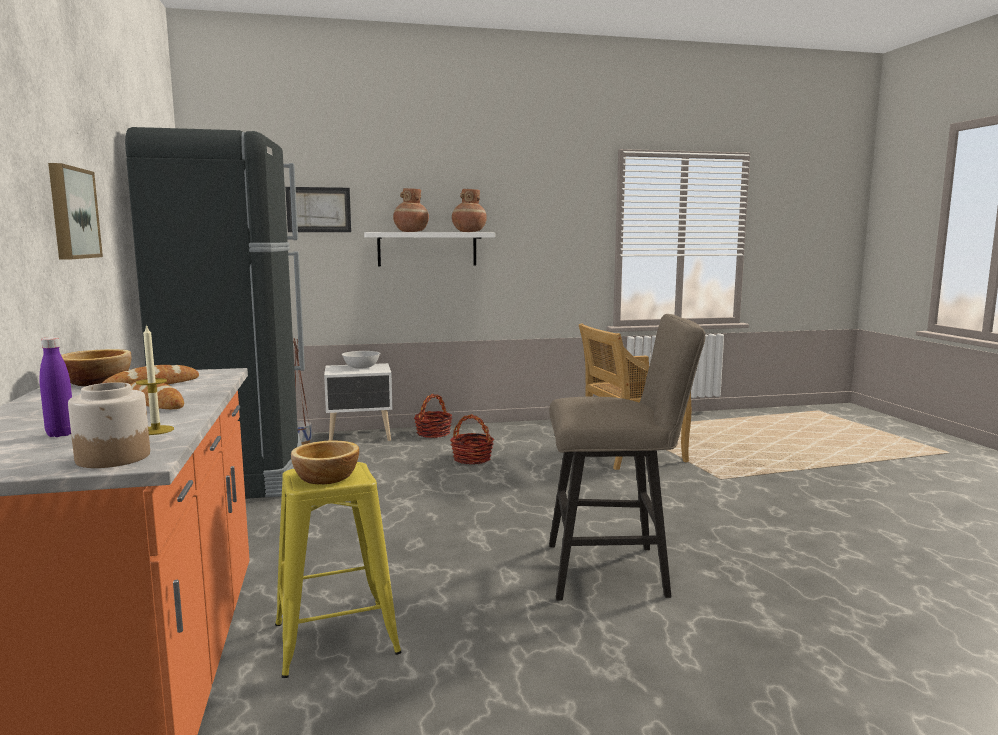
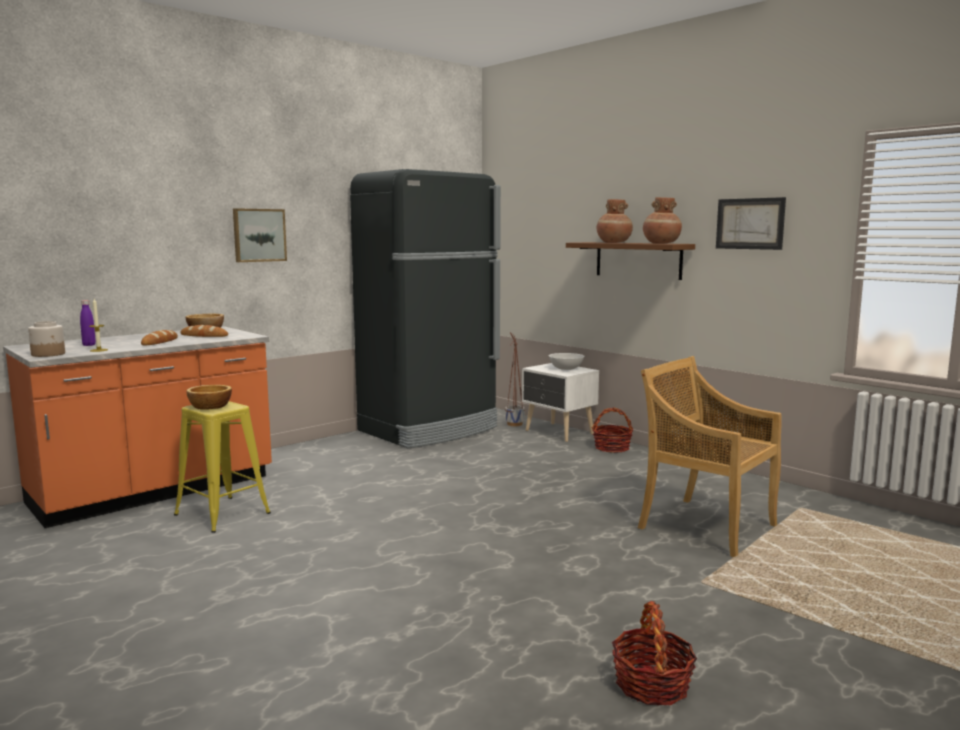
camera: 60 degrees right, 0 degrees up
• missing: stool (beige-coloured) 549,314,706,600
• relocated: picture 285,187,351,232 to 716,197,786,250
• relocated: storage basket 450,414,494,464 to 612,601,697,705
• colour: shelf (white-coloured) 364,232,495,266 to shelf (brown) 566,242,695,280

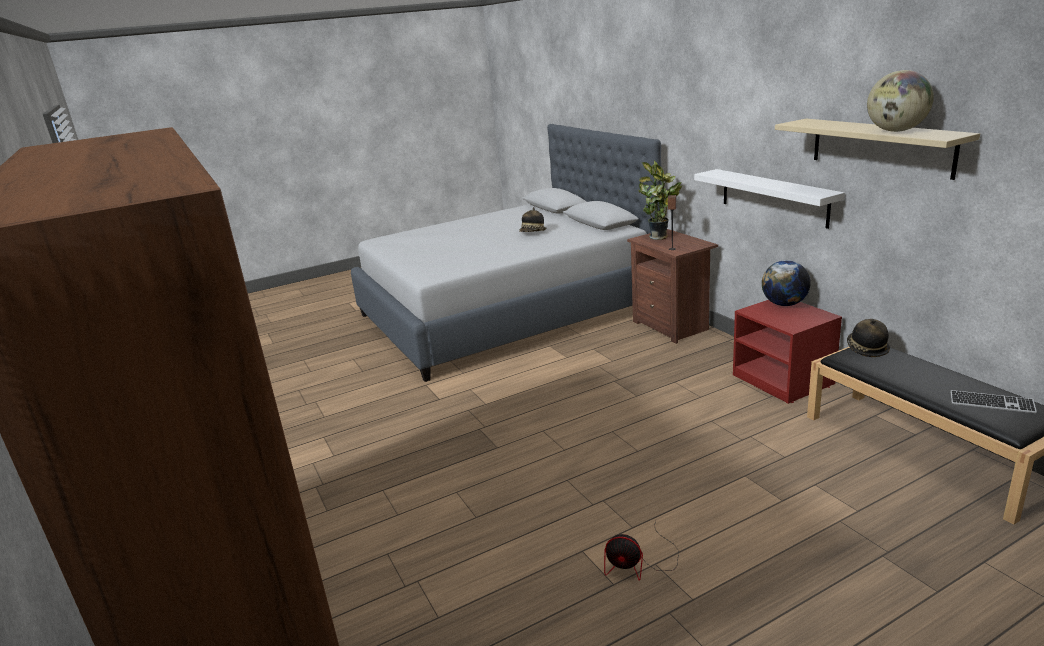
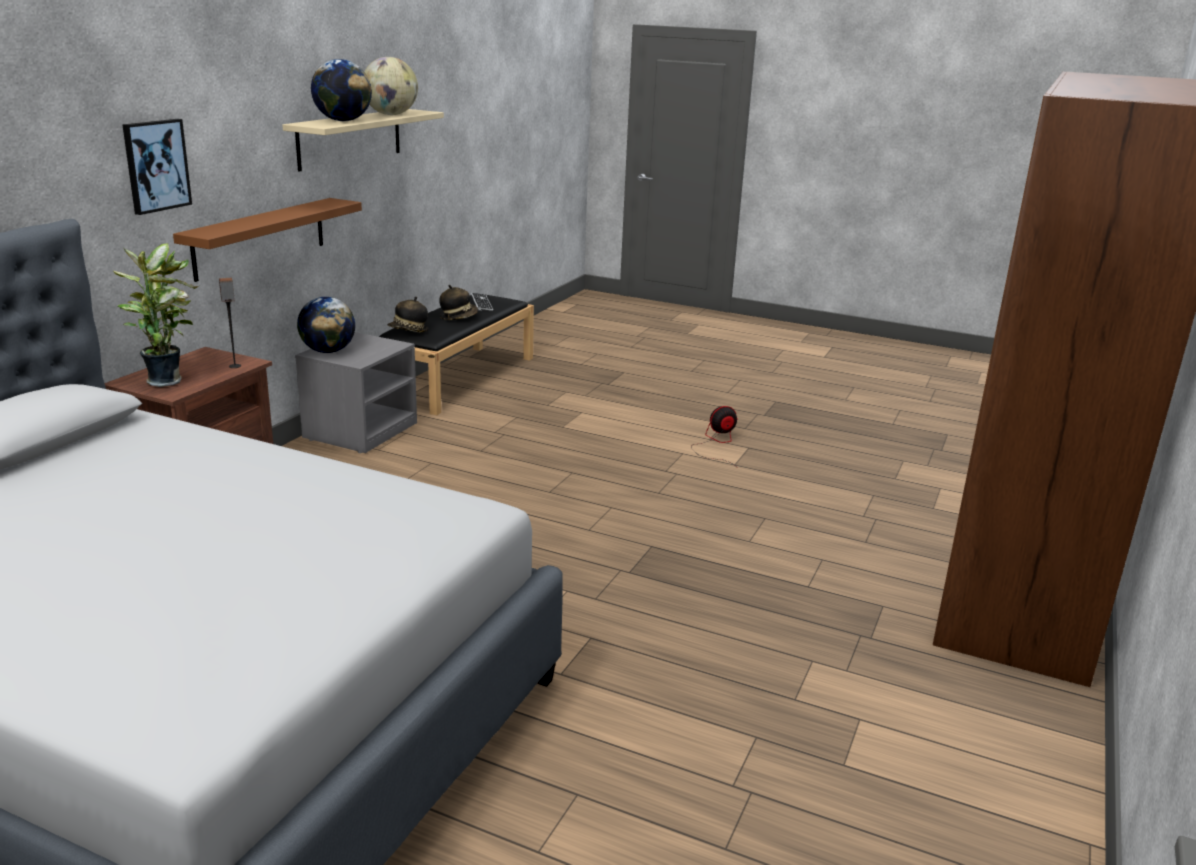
camera: 130 degrees left, 0 degrees up
• appeared: picture 122,119,192,215
• appeared: globe 311,59,372,121
• relocated: hat 519,207,547,232 to 439,285,478,320
• colour: shelf (white-coloured) 694,169,845,229 to shelf (brown) 173,198,362,282
• colour: bedside table (red) 733,300,842,404 to bedside table (gray) 295,332,417,453
• spun: cooling fan 604,520,679,581 = 691,406,738,465 90 degrees counterclockwise

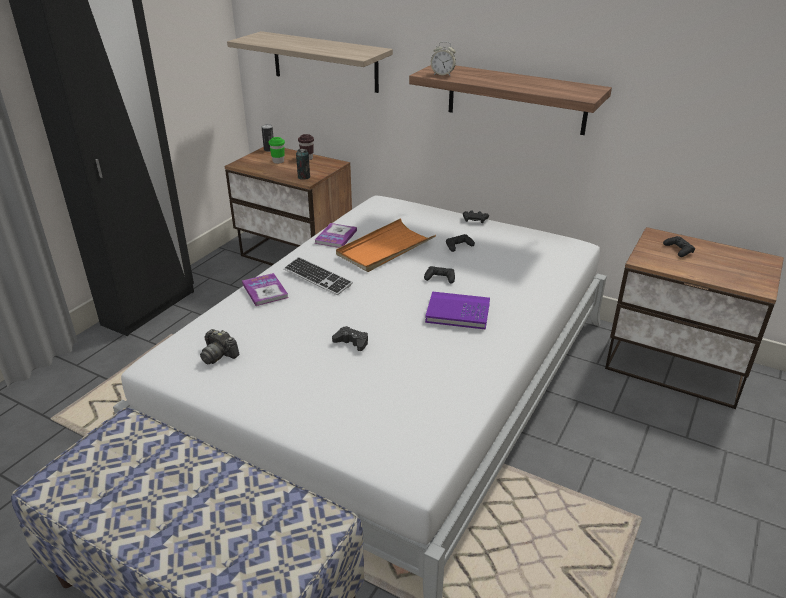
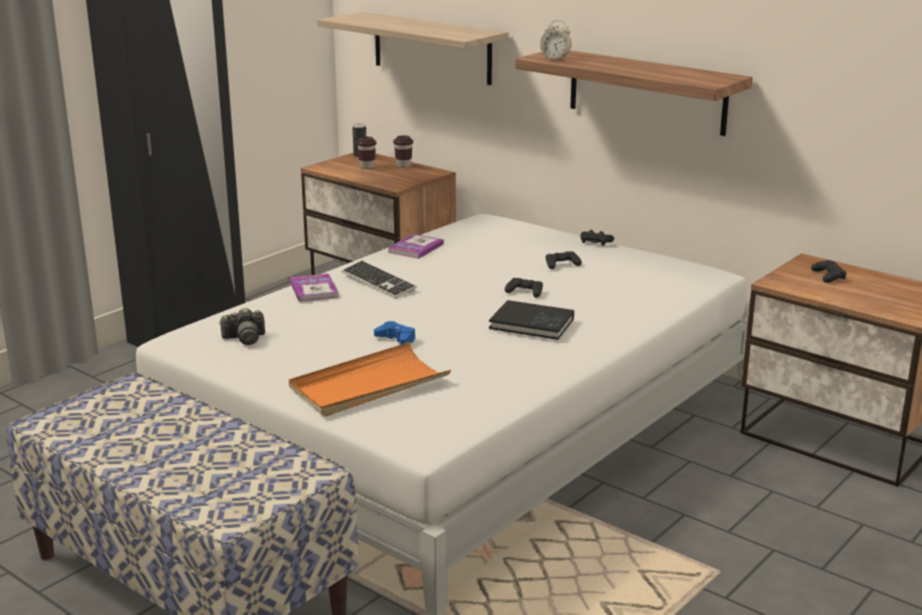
camera: 10 degrees right, 10 degrees down
• missing: sealed can 296,149,310,180
• relocated: serving tray (orange) 336,218,436,272 to 289,342,451,417
• colour: cup (green-coloured) 269,137,285,164 to cup (brown) 356,137,376,169
• colour: gamepad (black) 332,326,368,351 to gamepad (bluish) 374,321,416,345
• colour: bound book (purplish) 425,291,490,330 to bound book (black) 489,300,574,340
• spun: photo camera 200,329,240,364 = 219,308,265,345 60 degrees counterclockwise

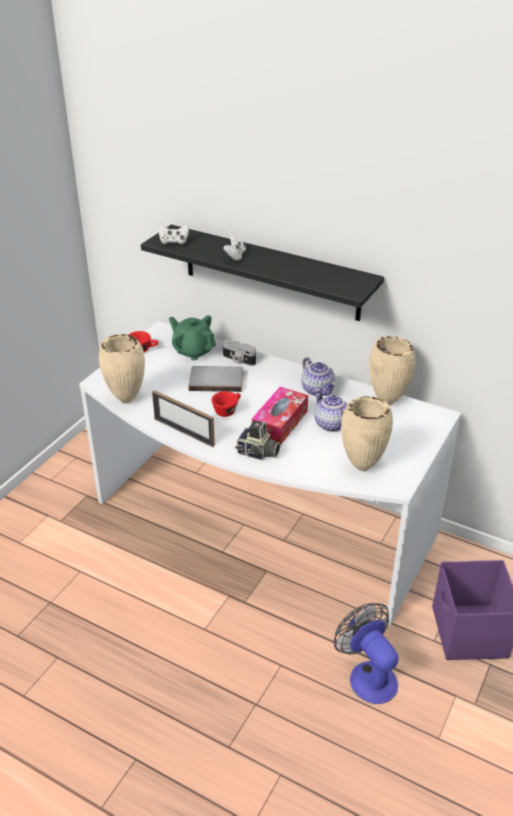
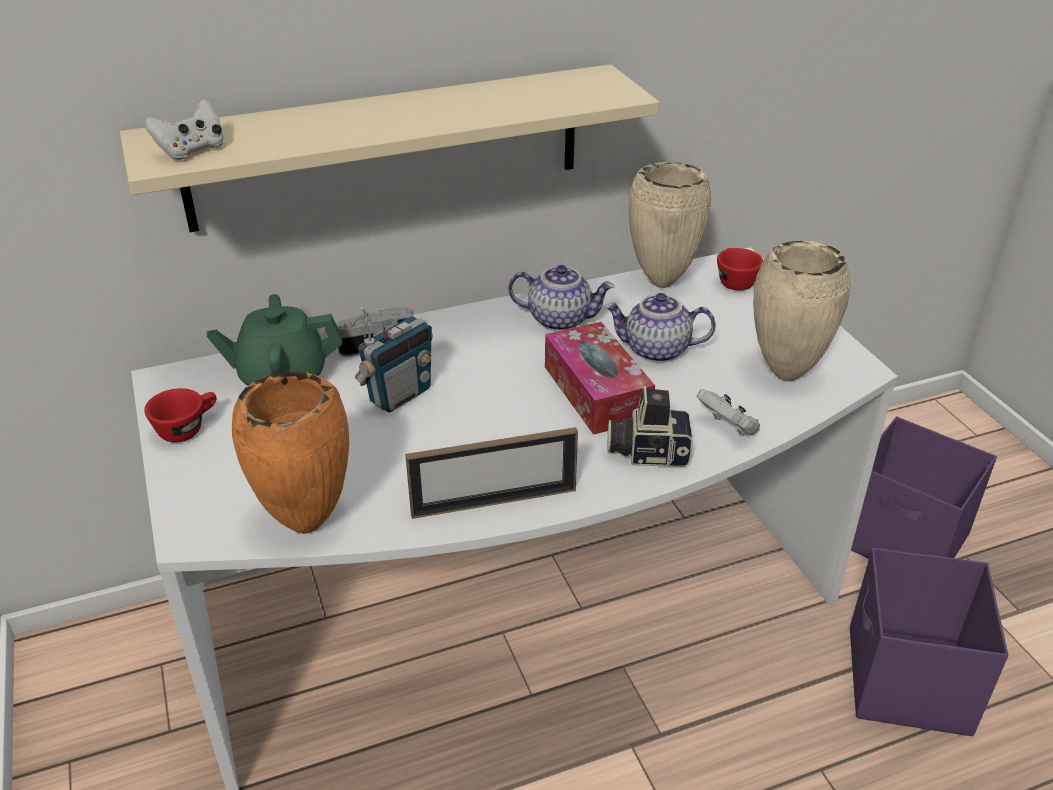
camera: 50 degrees left, 0 degrees up
• relocated: cup (red) 212,391,241,417 to 717,248,763,290
• relocated: gamepad (white-coloured) 223,233,247,261 to 697,389,760,436
• exchanged: bound book (gray) 188,366,243,392 to radio receiver 355,307,433,413
• exchanged: cooling fan 334,603,398,704 to storage container (purplish) 850,547,1008,736
• colour: vase (beige-coloured) 99,334,145,404 to vase (orange) 232,371,349,534
• colour: shelf (black) 141,225,384,321 to shelf (beige-coloured) 120,64,660,232
• spun: photo camera 235,420,280,461 = 608,386,693,467 150 degrees counterclockwise

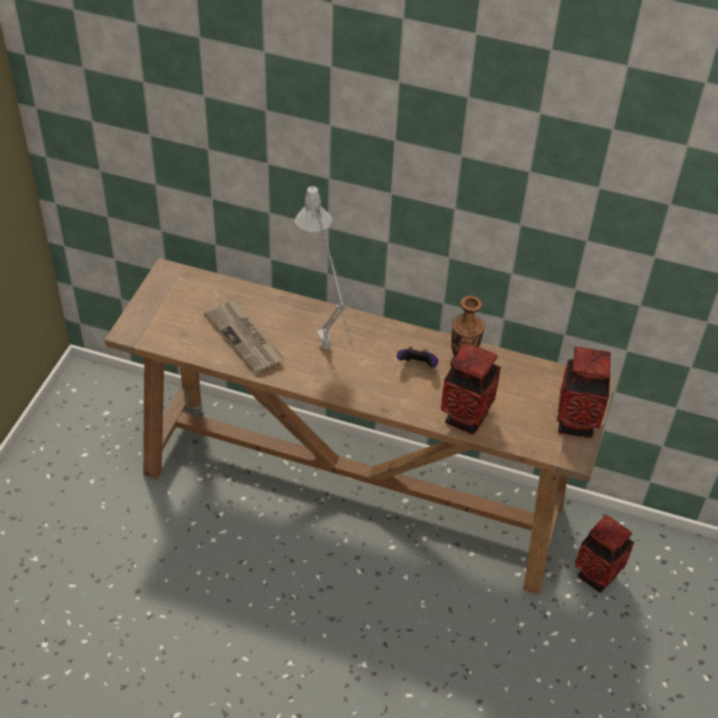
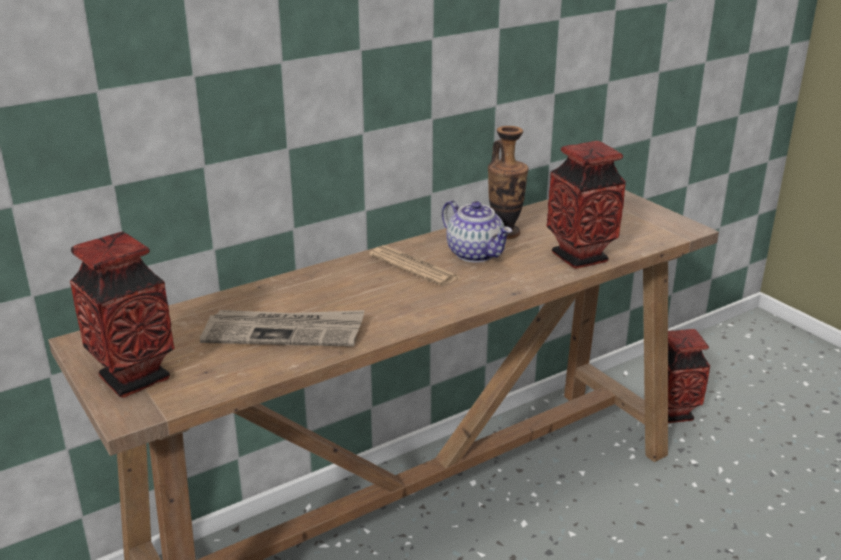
camera: 50 degrees left, 20 degrees down
• missing: table lamp (gray) 294,186,354,352
• appeared: printed paper 369,245,459,286
• relocated: vase 557,347,611,439 to 70,232,175,398
• exchanged: gamepad 397,346,438,367 to teapot 442,200,512,262

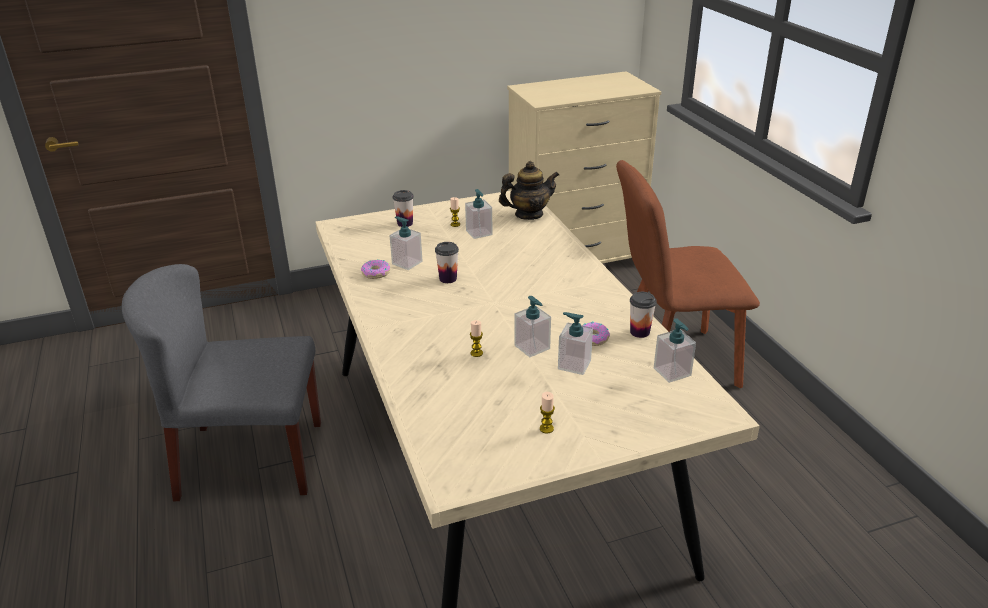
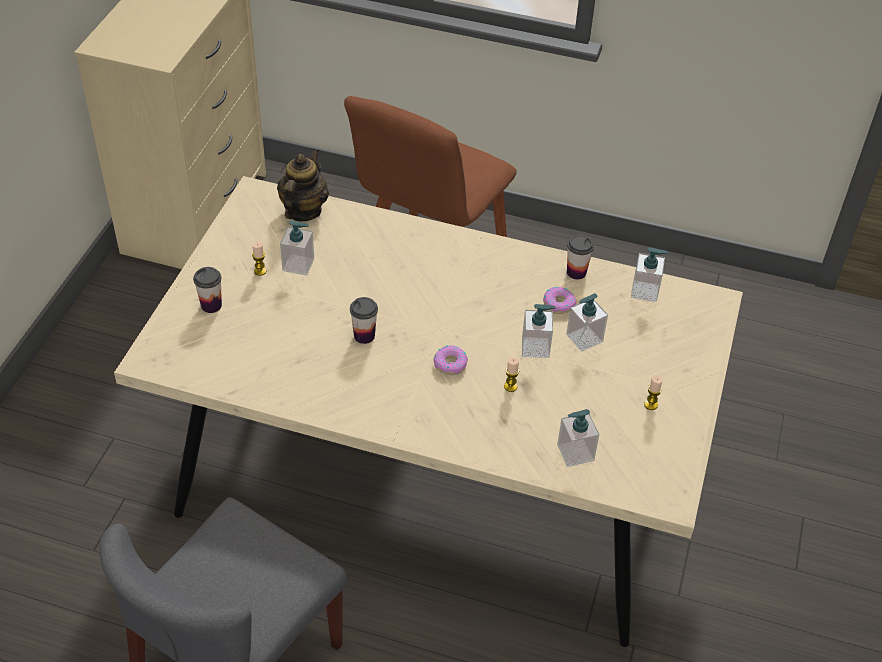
camera: 55 degrees left, 15 degrees up
• relocated: donut 361,259,390,279 to 434,345,468,375
• relocated: soap bottle 390,216,422,270 to 557,409,599,467

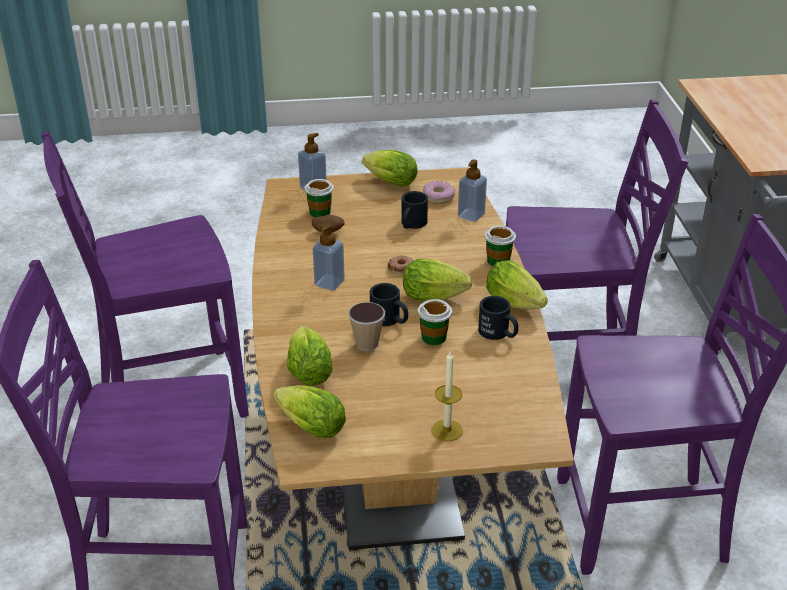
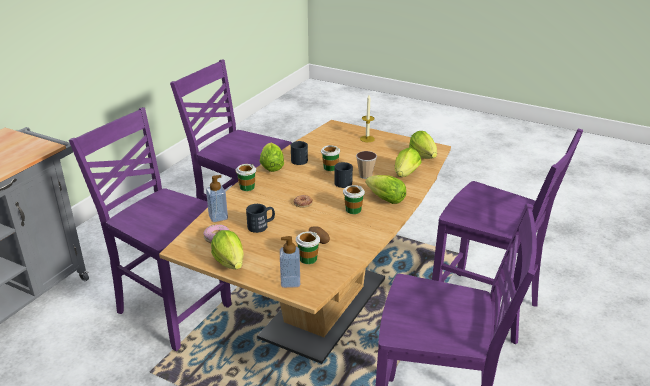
camera: 145 degrees left, 5 degrees down
• relocated: lettuce head 403,259,473,301 to 366,175,406,204
• exchanged: soap bottle 313,224,345,291 to cup 343,185,365,214

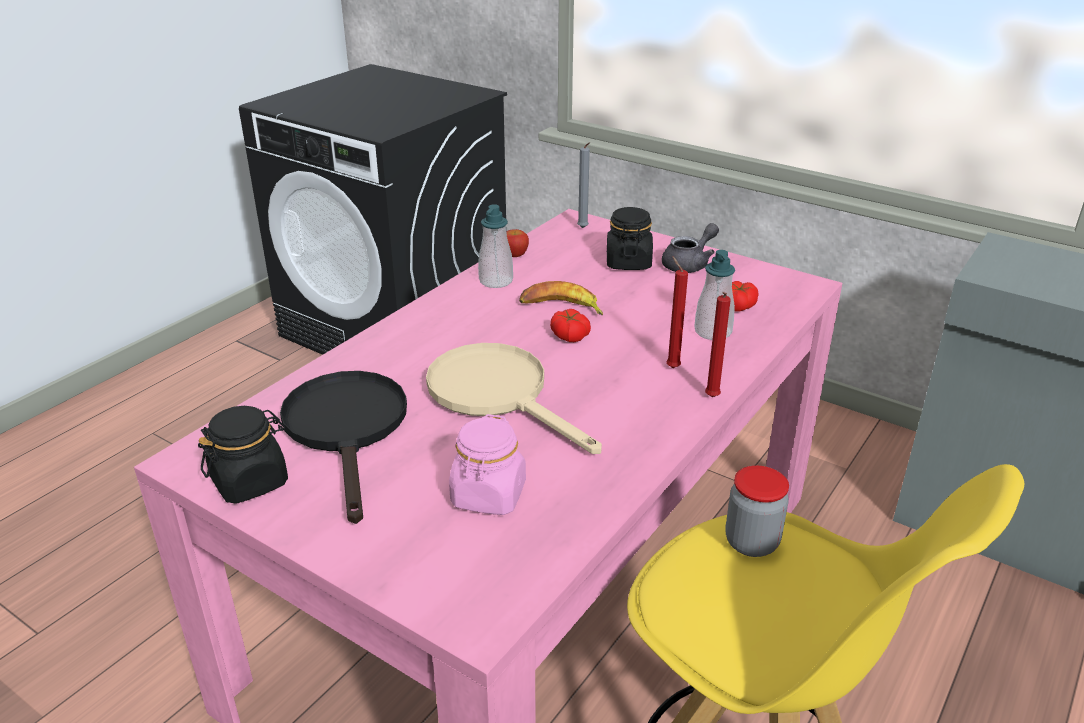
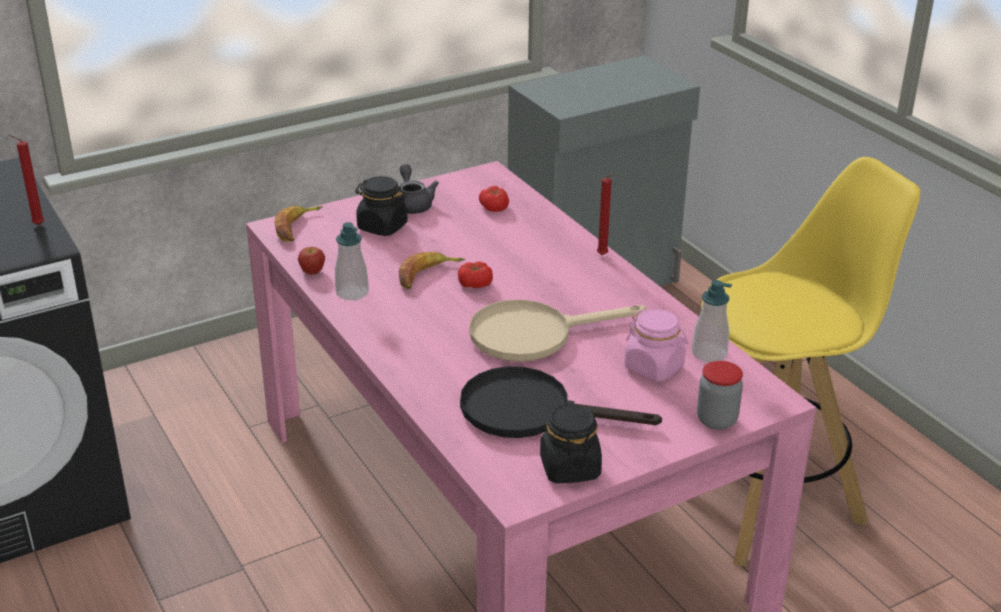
camera: 65 degrees left, 0 degrees up
• relocated: candle (red) 666,257,688,368 to 9,135,44,225
• relocated: soap bottle 694,250,735,340 to 692,280,732,362
• relocated: storage jar 725,465,789,557 to 697,361,743,430
• exchanged: candle (gray) 577,142,590,228 to whole banana 274,206,323,242

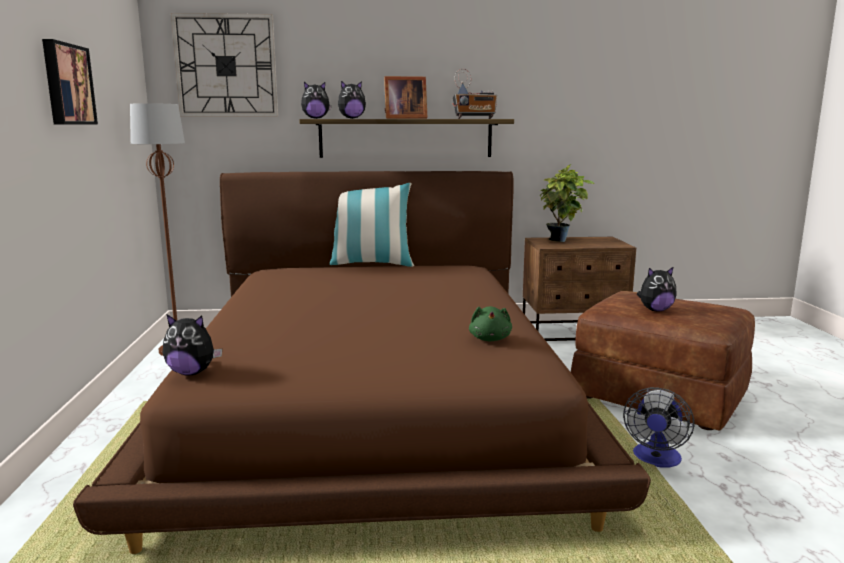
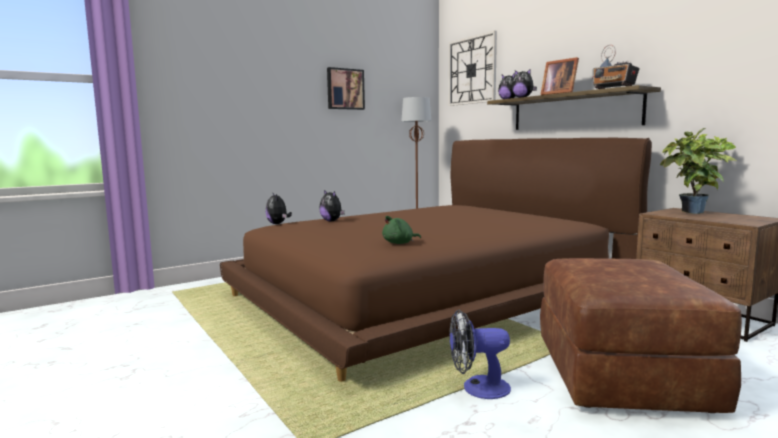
camera: 60 degrees right, 5 degrees down
• missing: pillow 330,183,414,267
• relocated: soft toy 637,267,677,311 to 319,190,345,221

